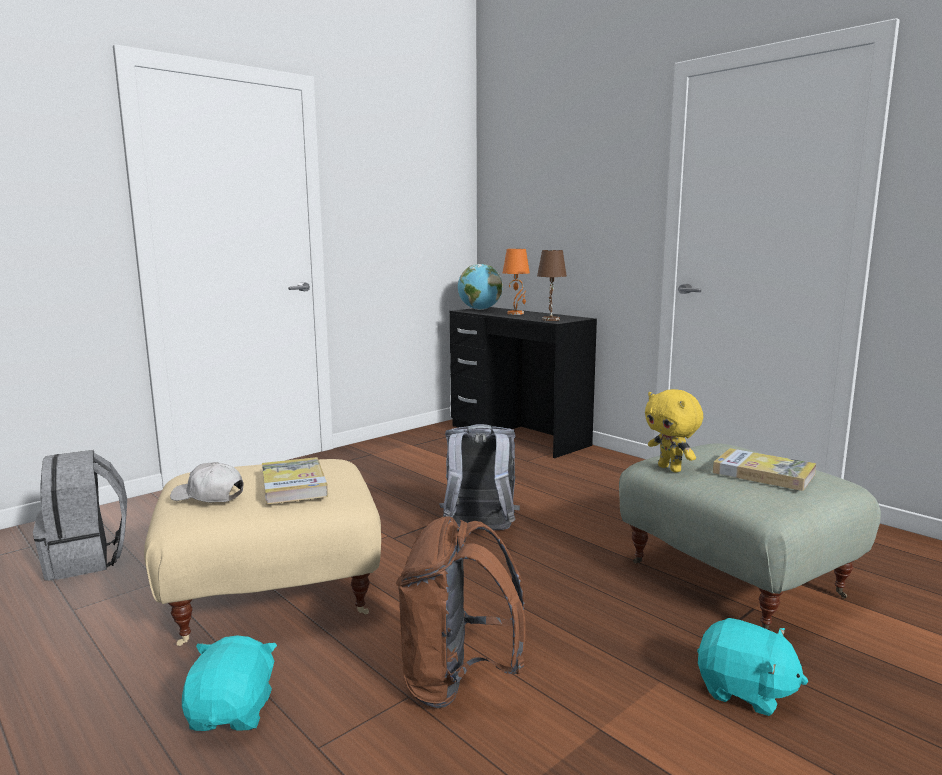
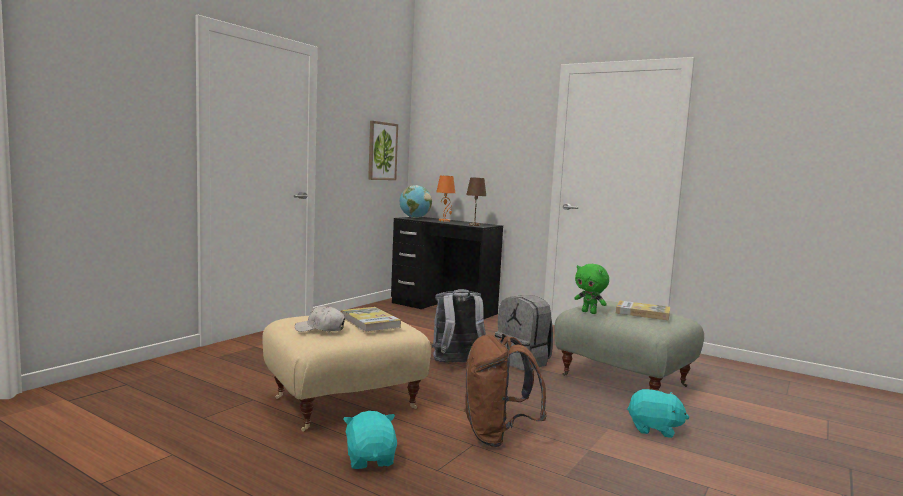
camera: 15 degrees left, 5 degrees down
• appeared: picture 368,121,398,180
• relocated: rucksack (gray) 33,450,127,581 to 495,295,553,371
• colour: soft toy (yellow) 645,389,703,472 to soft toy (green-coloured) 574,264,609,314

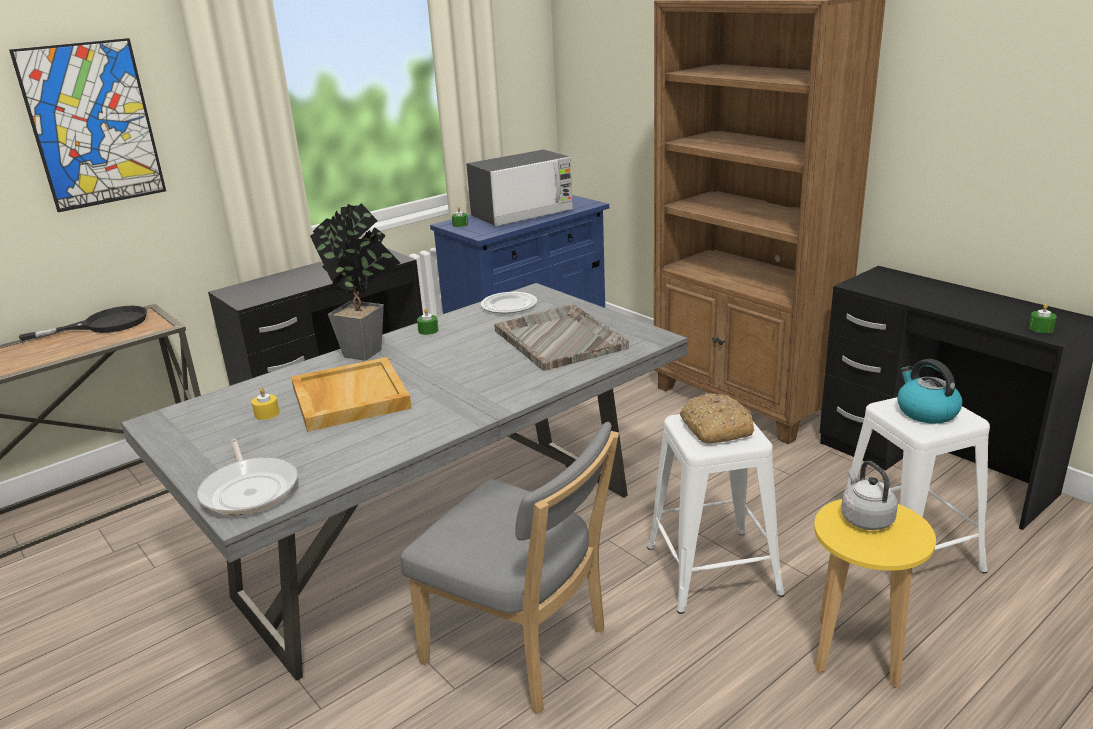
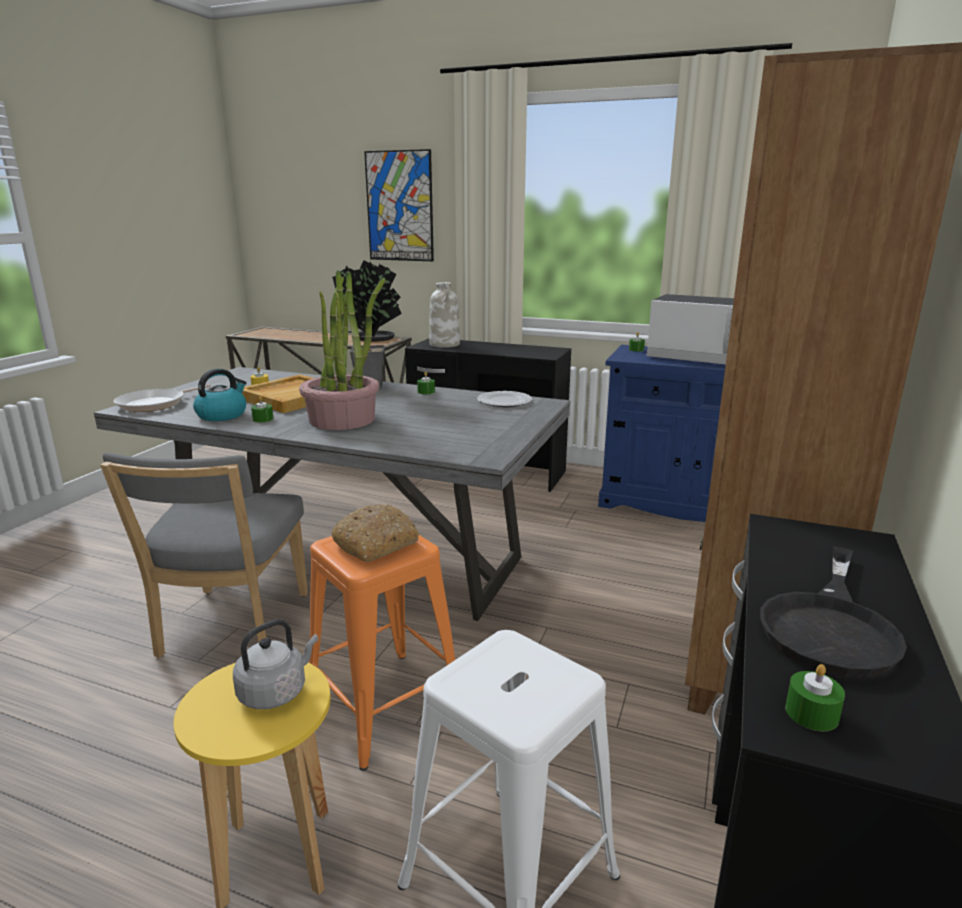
camera: 60 degrees right, 5 degrees down
• missing: serving tray (gray) 494,304,629,371
• appeared: candle (green-coloured) 251,396,273,422
• appeared: houseplant 299,270,385,430
• appeared: vase (white-coloured) 429,282,460,348
• appeared: frying pan (black) 760,546,907,678
• relocated: kettle 897,359,962,424 to 193,369,246,421
• colour: stool (white-coloured) 647,414,785,614 to stool (orange) 309,535,455,771

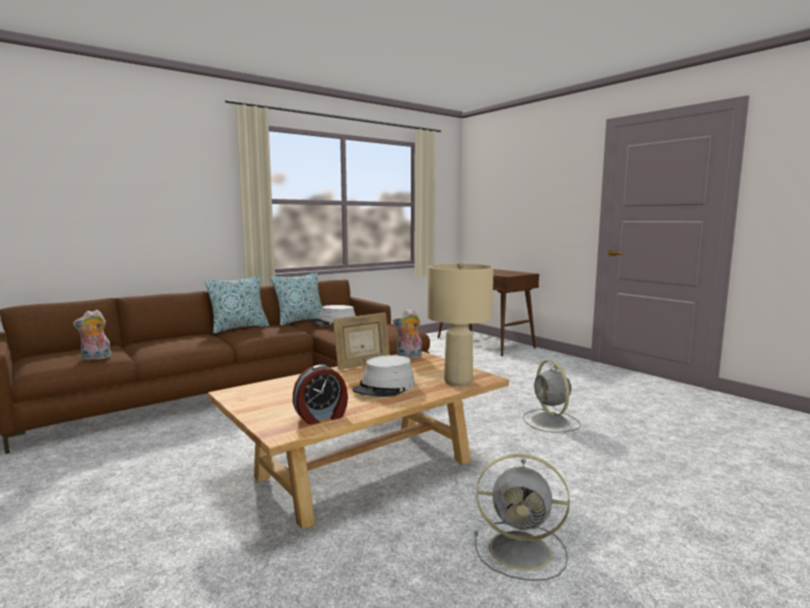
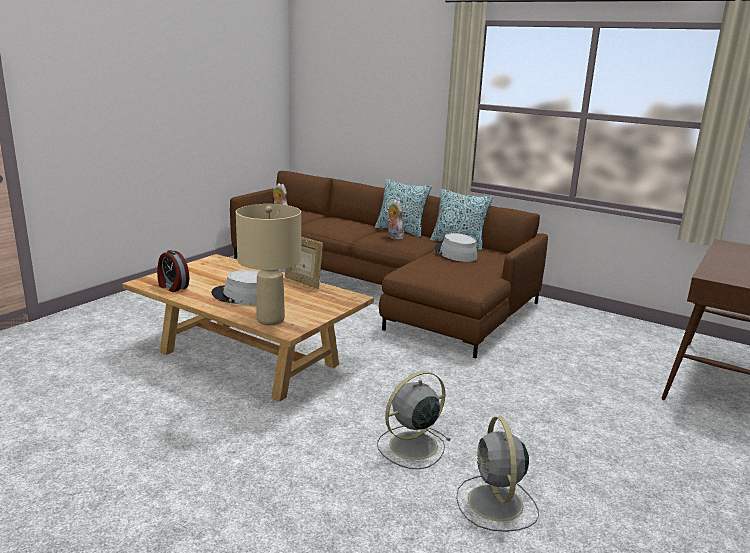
camera: 70 degrees right, 10 degrees up
• relocated: soft toy 393,309,422,359 to 388,200,404,240
• relocated: cooling fan (gray) 474,454,570,581 to 456,417,539,532

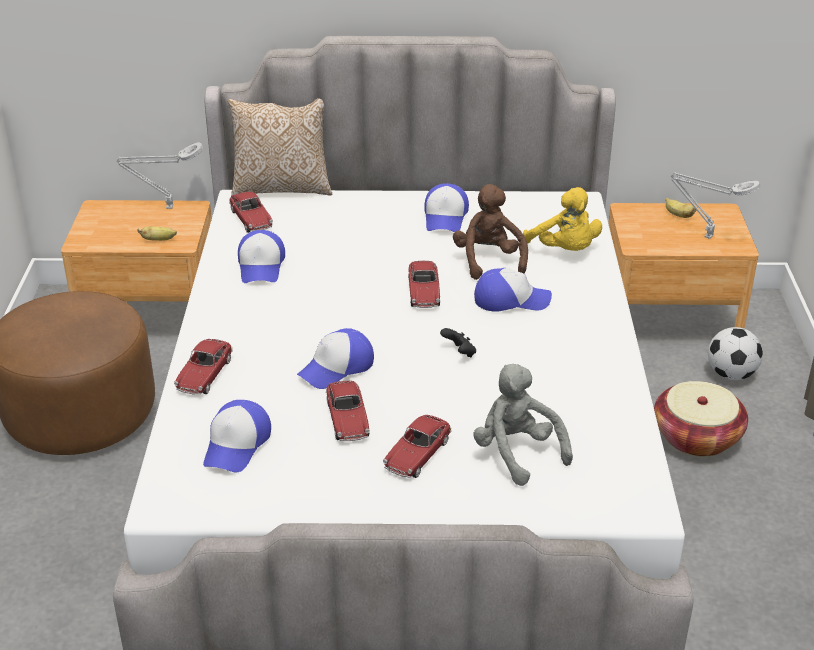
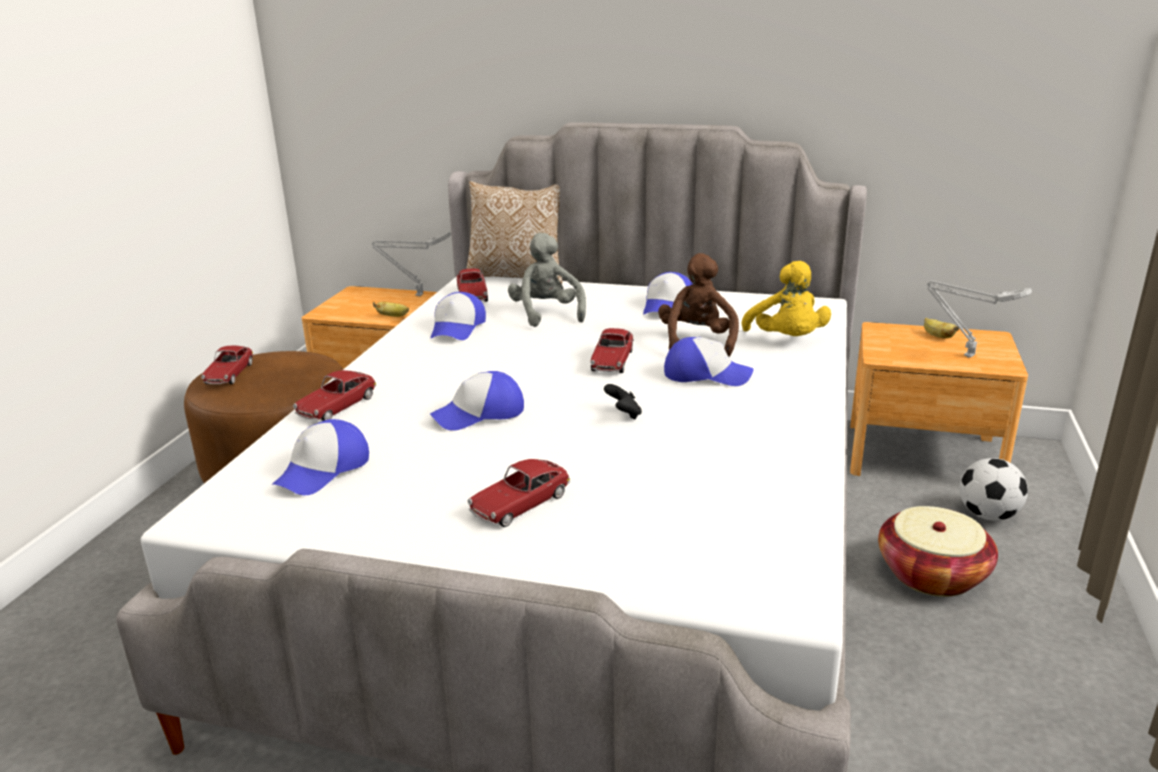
camera: 15 degrees right, 10 degrees down
• relocated: toy car 326,381,369,441 to 201,346,254,384
• relocated: soft toy (gray) 473,364,573,486 to 508,232,586,327

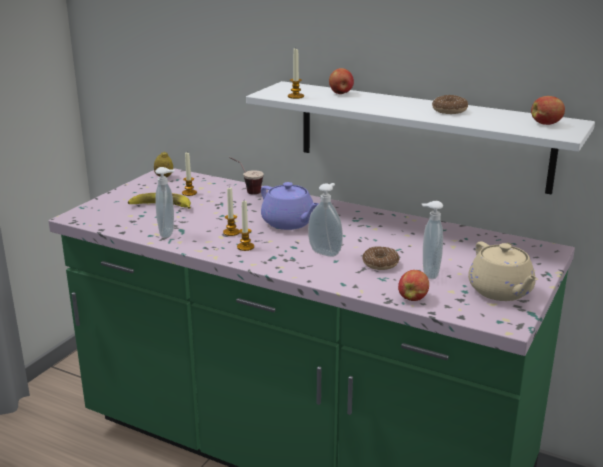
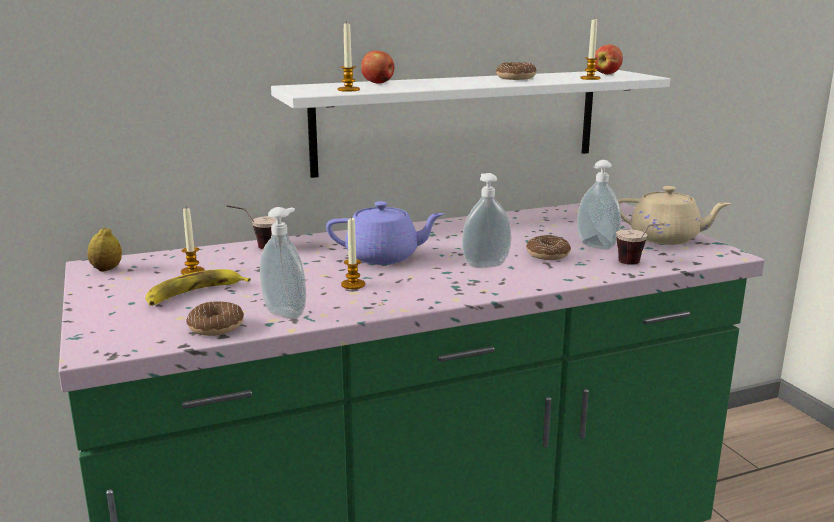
camera: 50 degrees left, 5 degrees down
• appeared: donut 186,301,244,336
• relocated: candle 237,201,254,251 to 580,17,600,80
• exchanged: apple 398,270,429,301 to cup 616,223,664,265

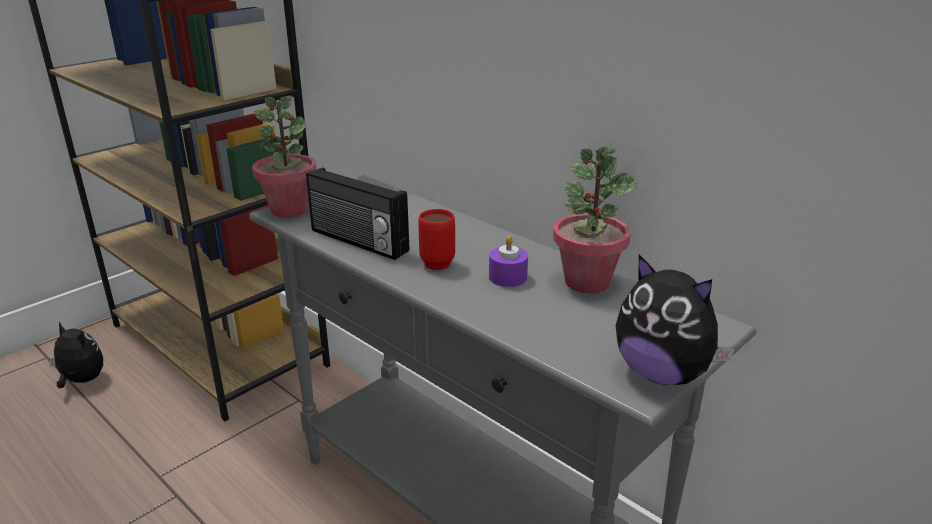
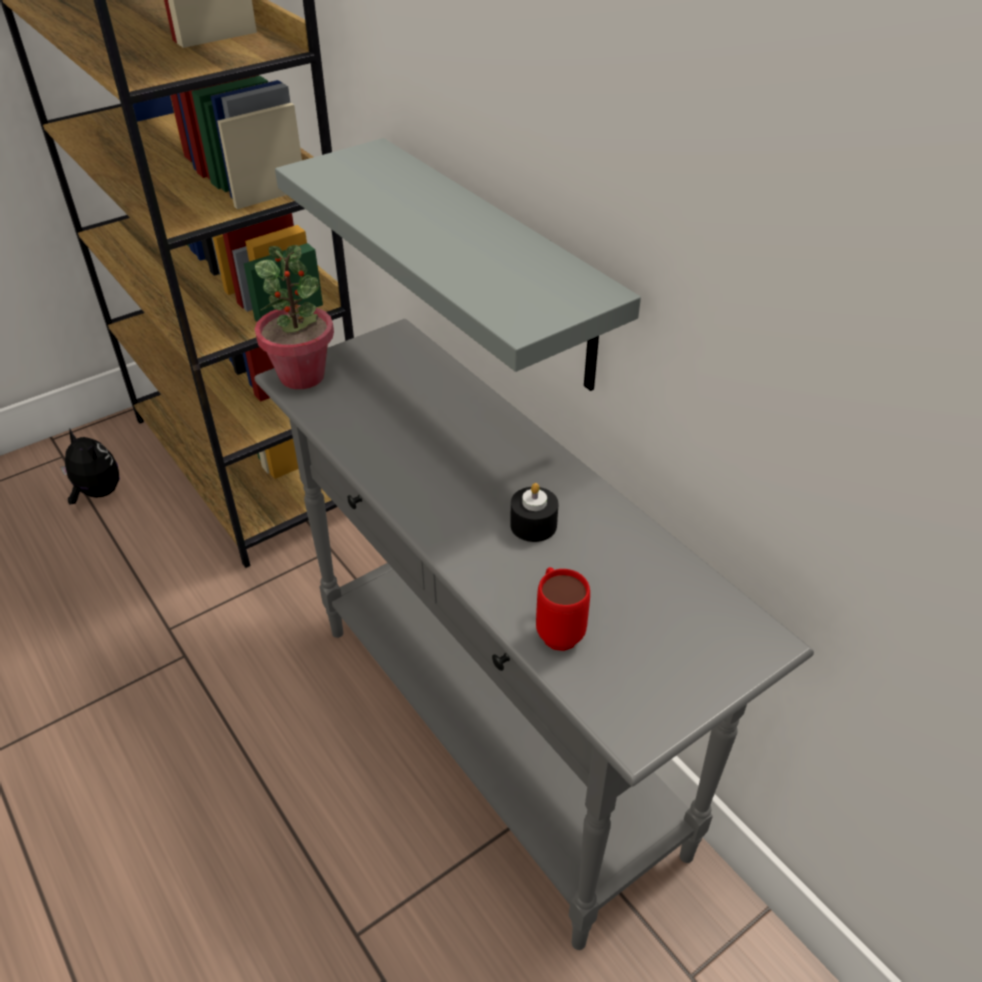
camera: 10 degrees right, 15 degrees up
• missing: radio receiver 306,167,409,260
• missing: houseplant 553,147,637,293
• missing: soft toy 616,255,735,385
• appeared: shelf (gray) 275,138,641,391
• relocated: coffee mug (red) 418,209,455,270 to 536,567,590,651
• colour: candle (purplish) 489,236,528,287 to candle (black) 510,483,559,542

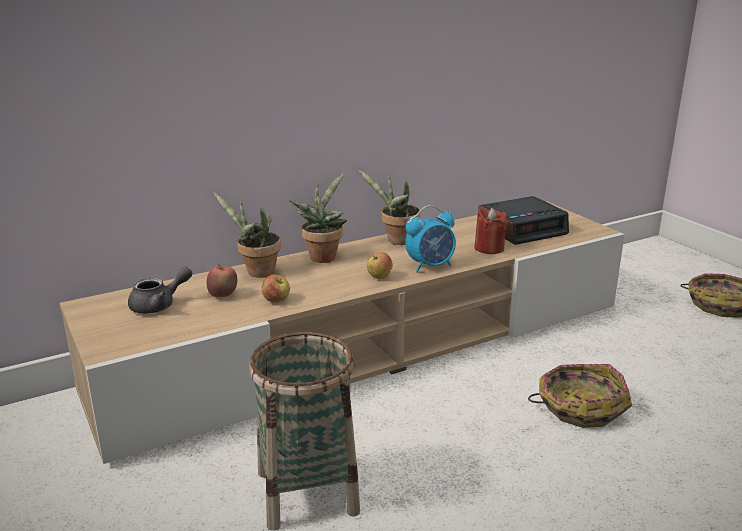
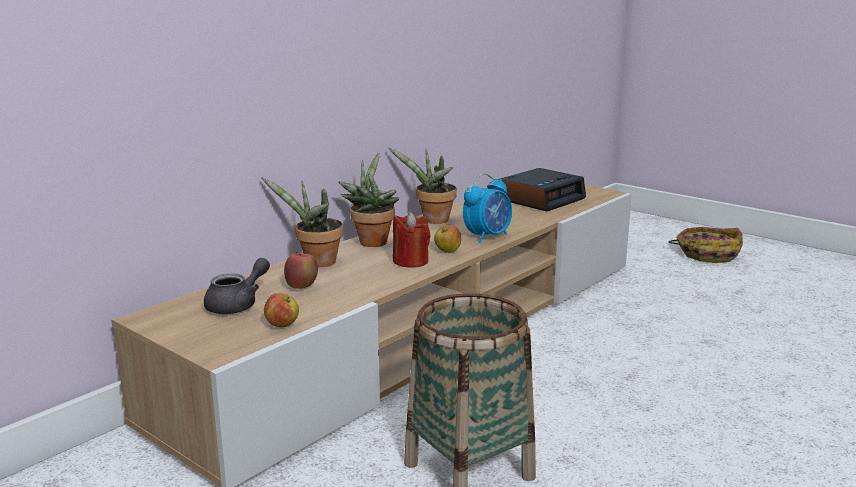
camera: 20 degrees left, 5 degrees down
• missing: storage basket 528,364,632,428
• relocated: apple 262,275,290,302 to 264,293,299,328
• relocated: candle (red) 474,208,507,254 to 393,212,430,268

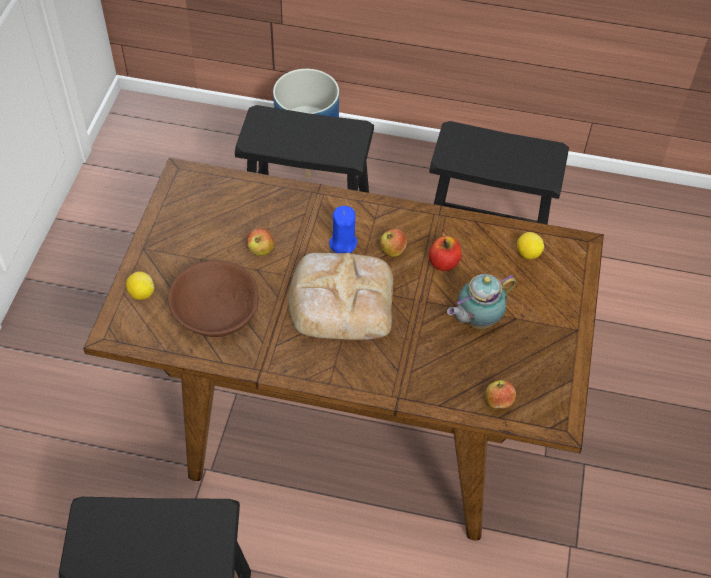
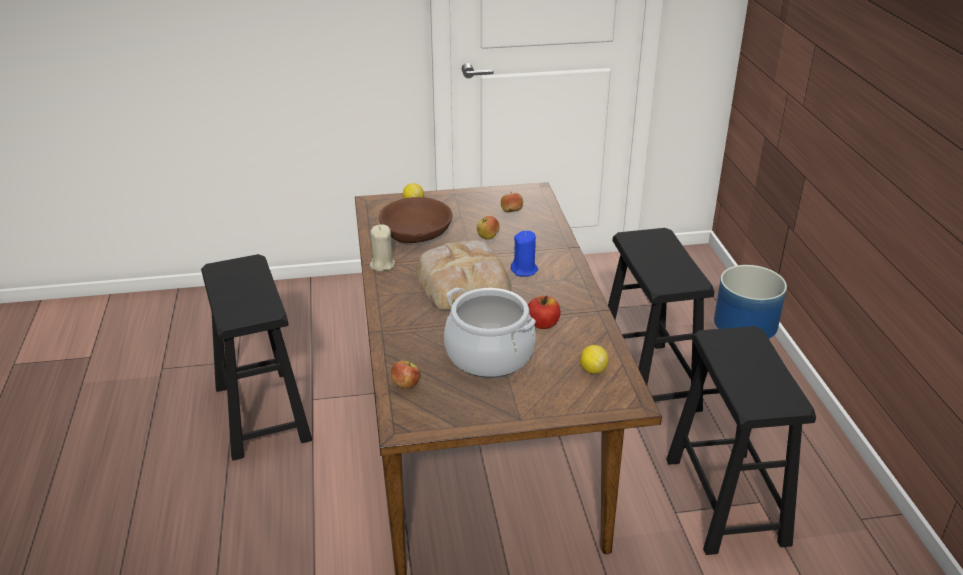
camera: 70 degrees right, 20 degrees down
• appeared: candle (beige-coloured) 370,224,395,271
• relocated: apple 380,229,407,257 to 501,192,523,212
• exchanged: teapot 447,274,516,329 to saucepot 444,287,536,378

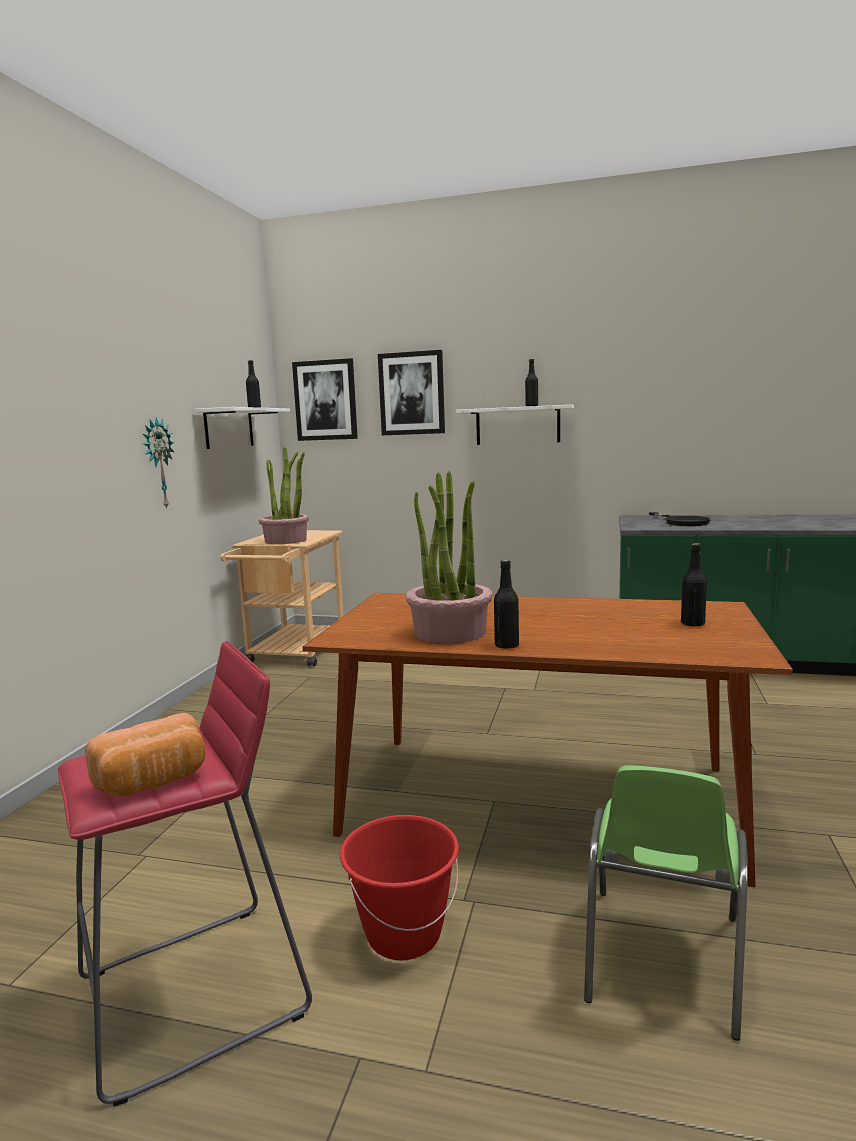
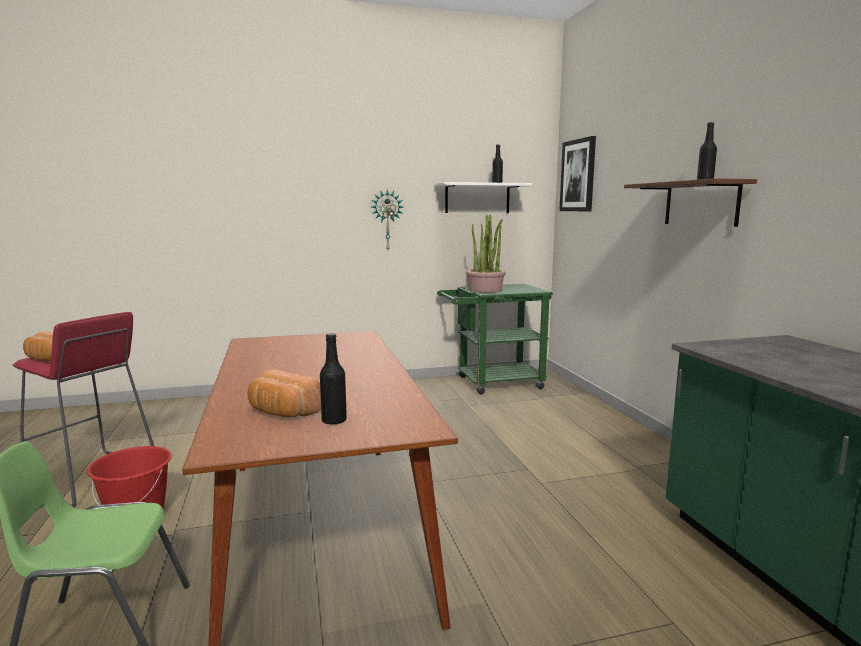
camera: 60 degrees right, 0 degrees up
• missing: picture 378,350,445,435
• missing: houseplant 406,471,492,644
• missing: drink bottle (black) 494,560,519,649
• missing: frying pan (black) 649,512,711,526
• appeared: bread 248,370,321,418
• colour: cart (beige-coloured) 220,530,344,666 to cart (green-coloured) 437,284,553,395
• colour: shelf (white-coloured) 456,405,574,445 to shelf (brown) 624,178,757,227

